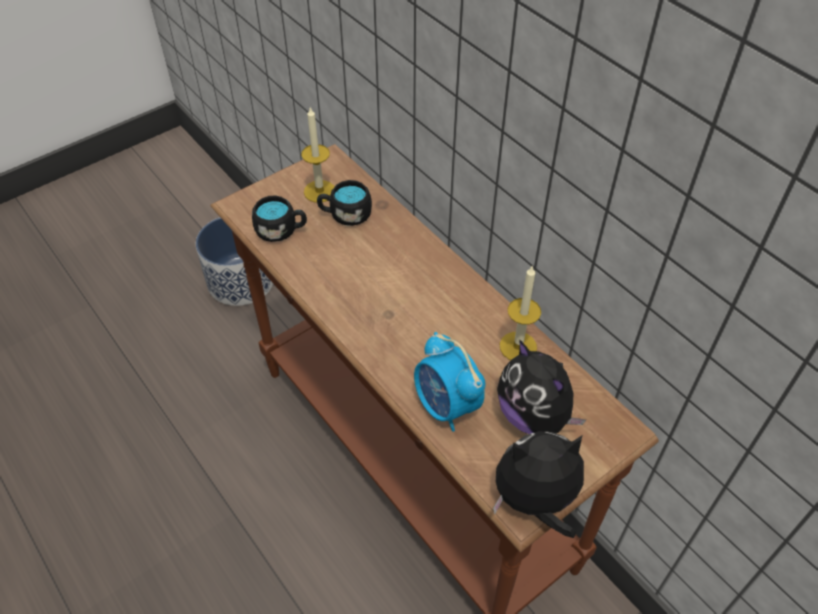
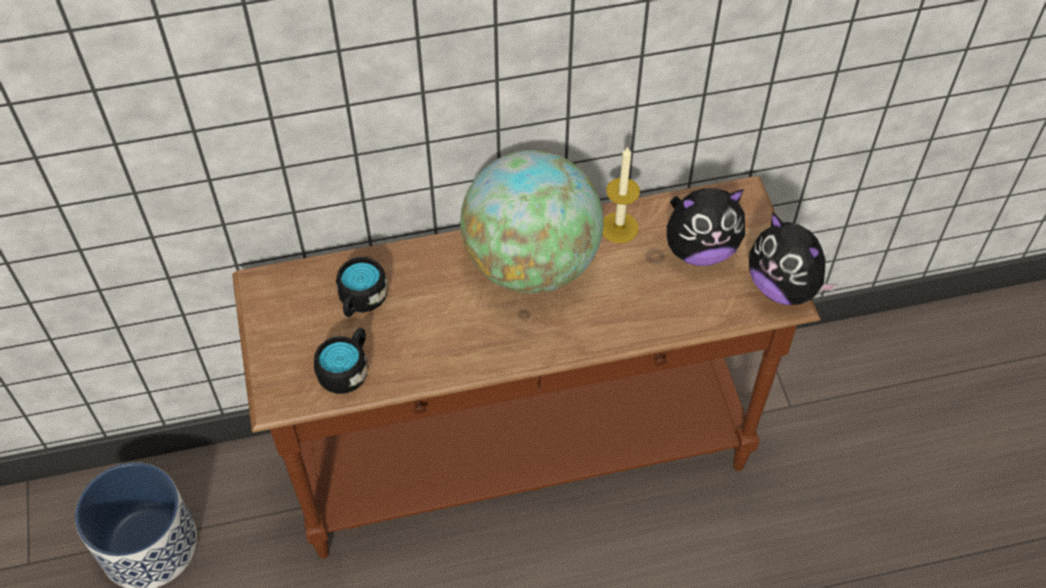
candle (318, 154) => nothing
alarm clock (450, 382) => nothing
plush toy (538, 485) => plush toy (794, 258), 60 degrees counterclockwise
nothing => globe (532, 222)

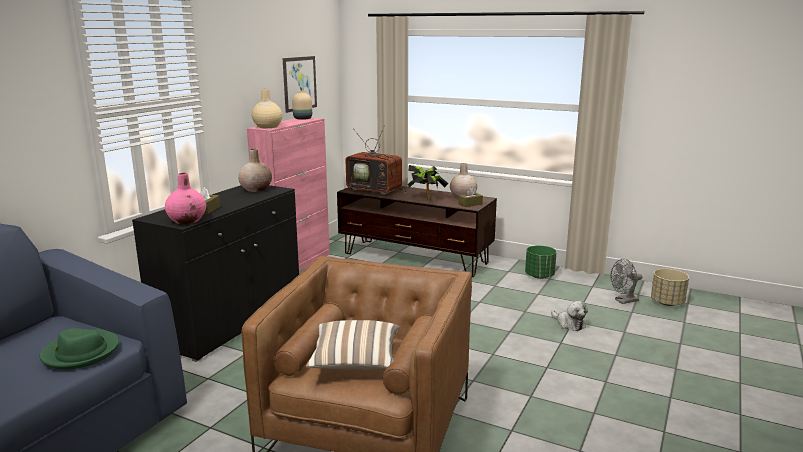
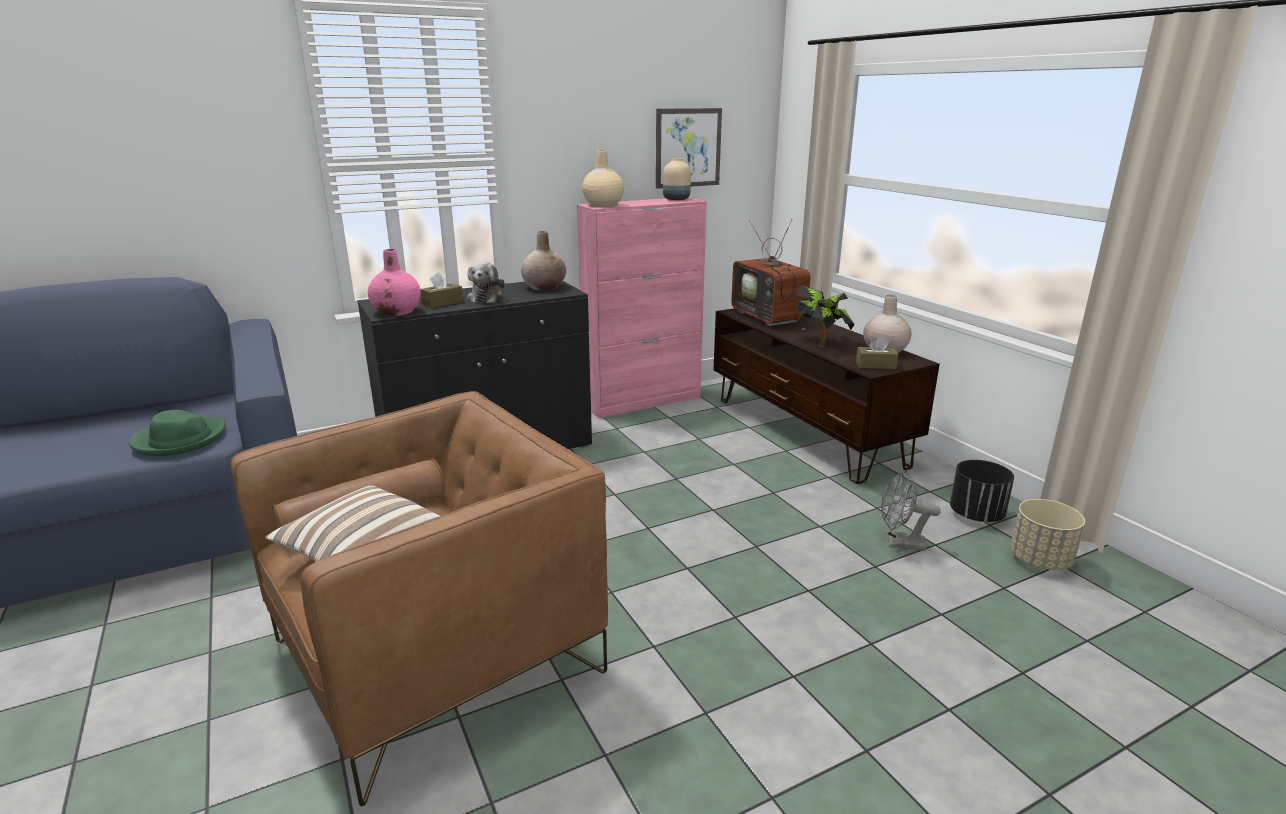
planter/green (541, 262) => planter/black (982, 491)
plush toy (569, 316) => plush toy (486, 282), move
fan/grey (626, 281) => fan/grey (911, 511), move
planter/beige (670, 287) => planter/beige (1047, 534), move

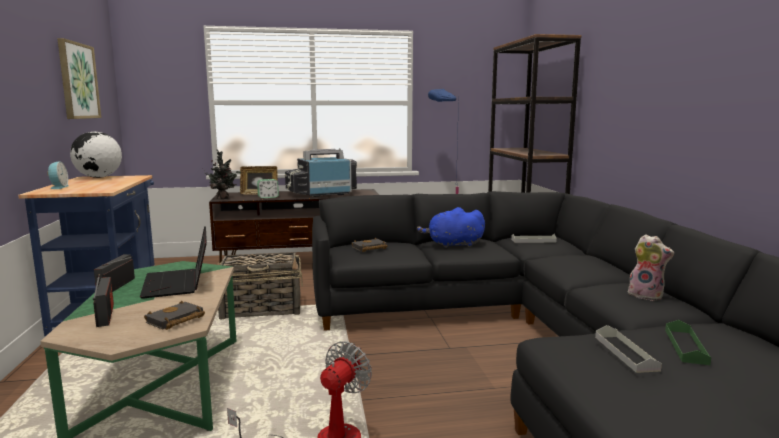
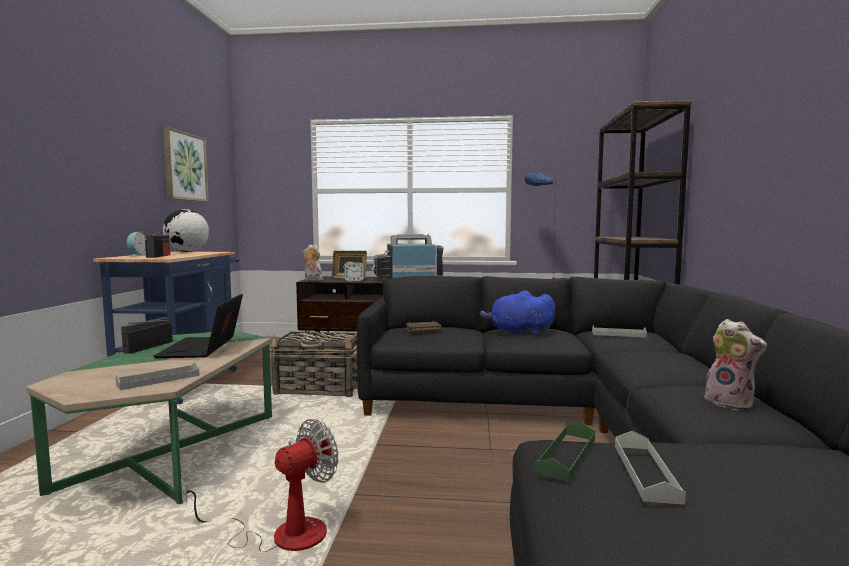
radio (103, 300) => radio (157, 245), move
book/black (174, 315) => tray/grey (157, 376)
potted plant (223, 174) => plush toy (312, 262)
tray/green (688, 342) => tray/green (565, 451), move

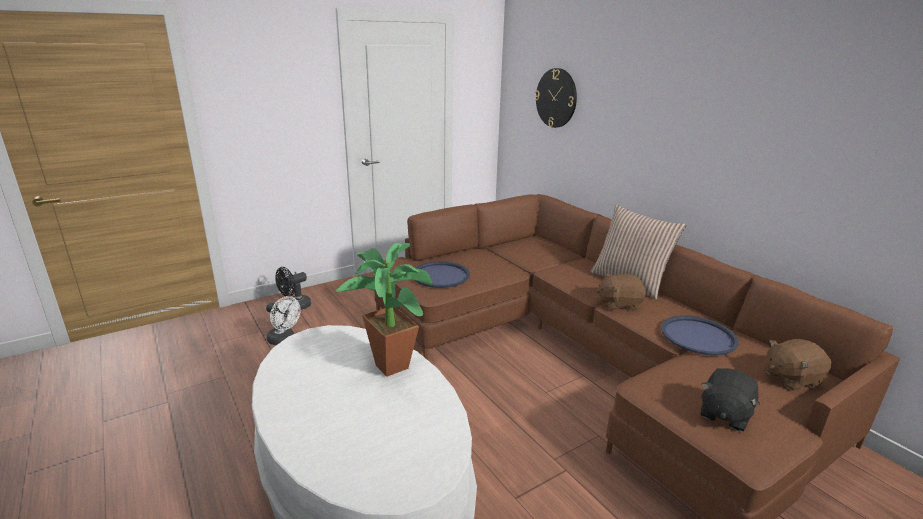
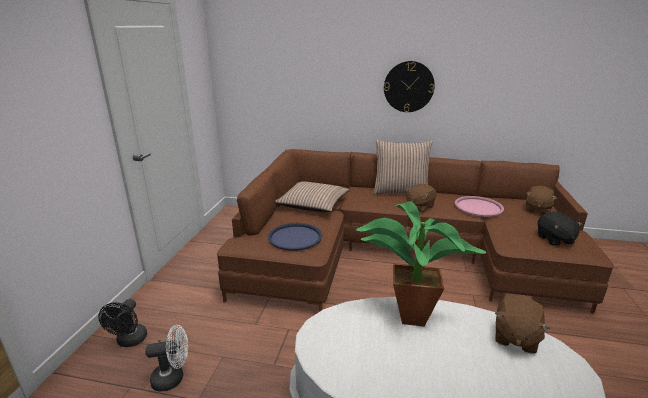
wall clock (556, 98) => wall clock (409, 86), move
tray/blue (700, 335) => tray/pink (479, 206)
nothing => pillow (312, 196)
nothing => plush toy/brown (522, 324)

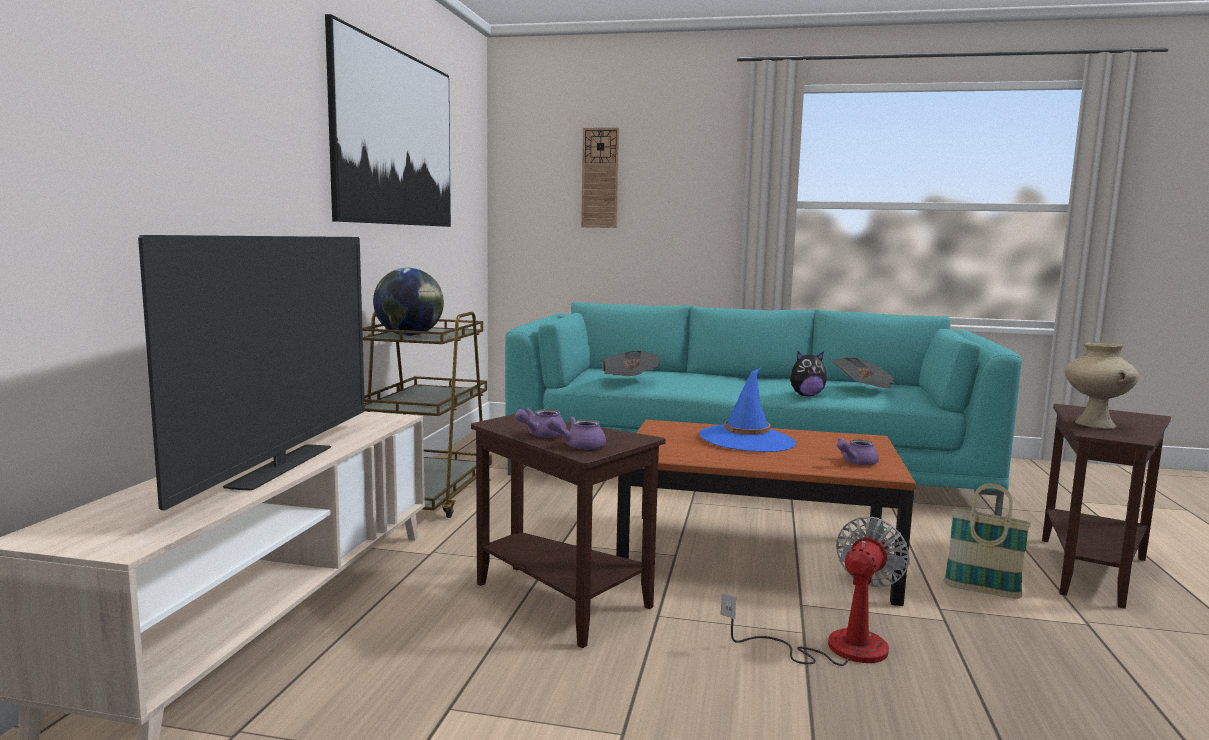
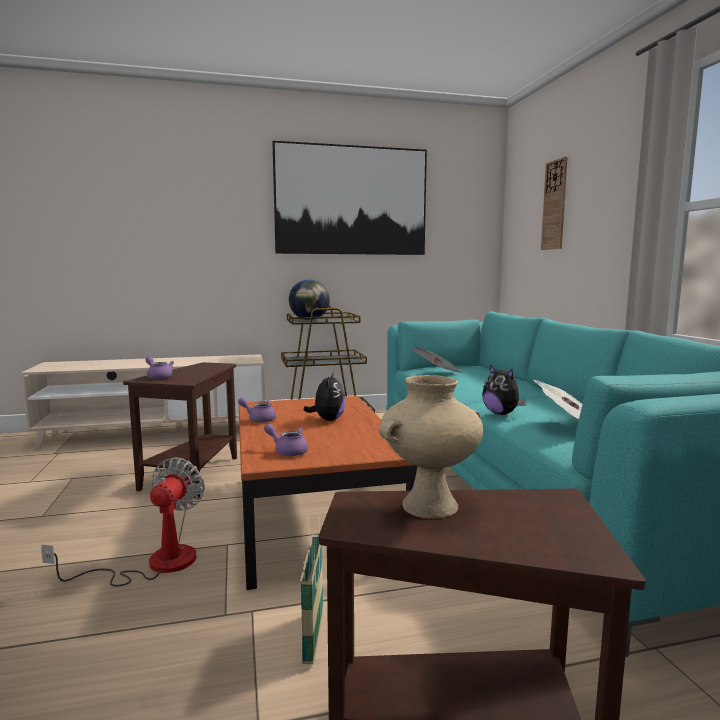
television (251, 372) => nothing
teapot/purple (541, 423) => teapot/purple (257, 410), move
hat/blue (747, 410) => plush toy (325, 396)
fan (815, 591) => fan (123, 522), 90 degrees counterclockwise

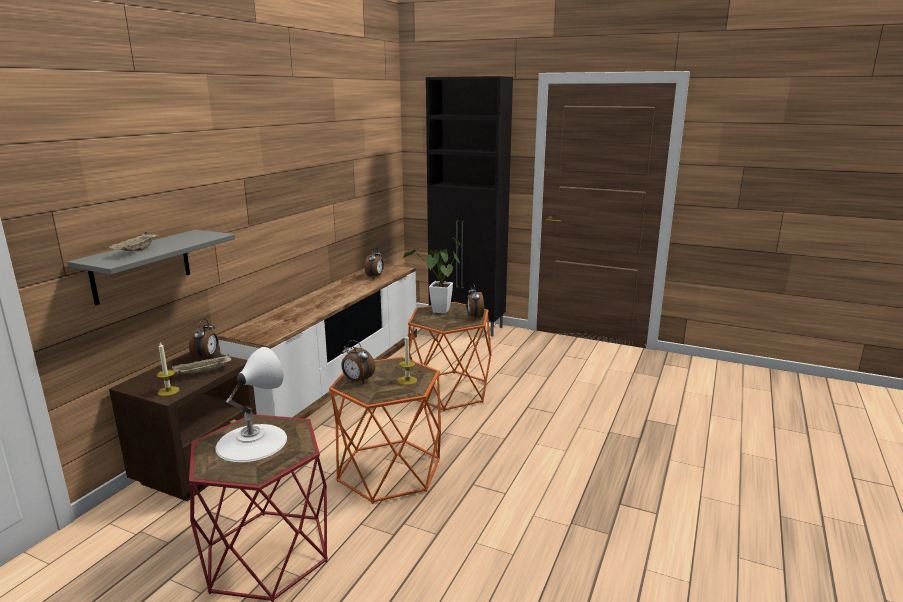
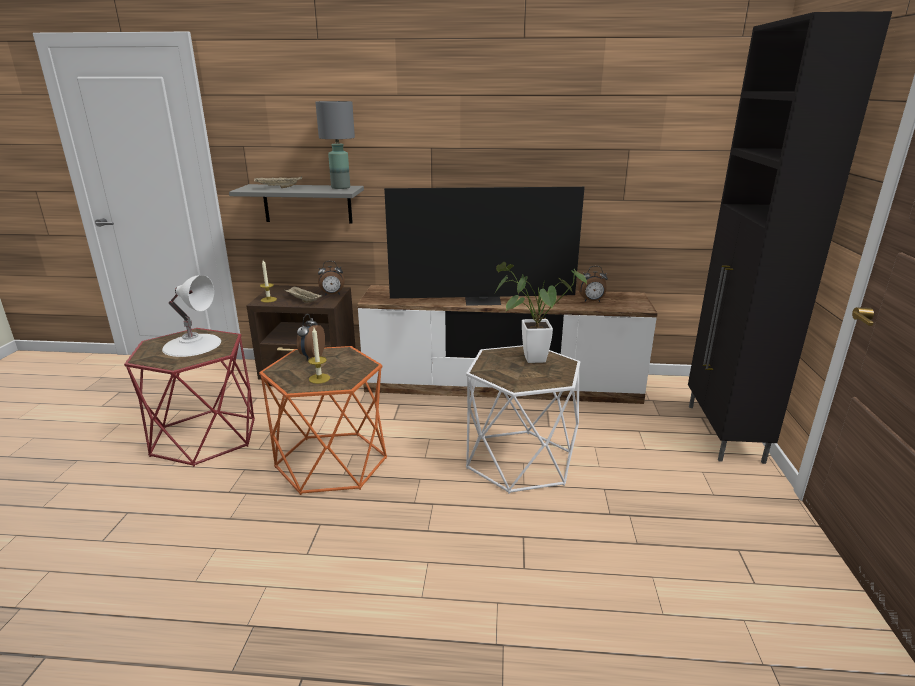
side table/orange (450, 357) => side table/white (523, 419)
alarm clock (475, 301) => nothing
nothing => table lamp/grey (335, 145)
nothing => television (484, 246)

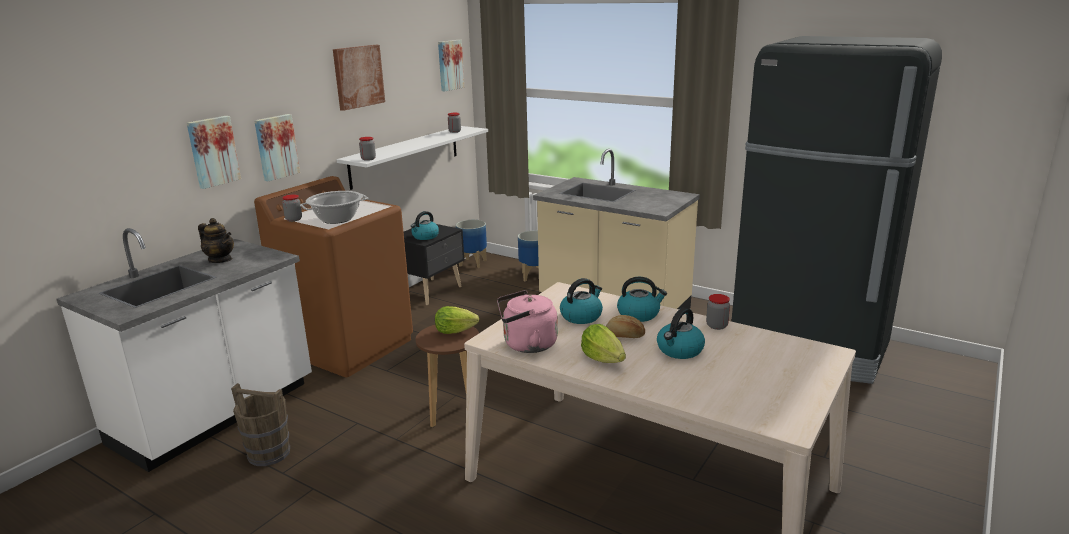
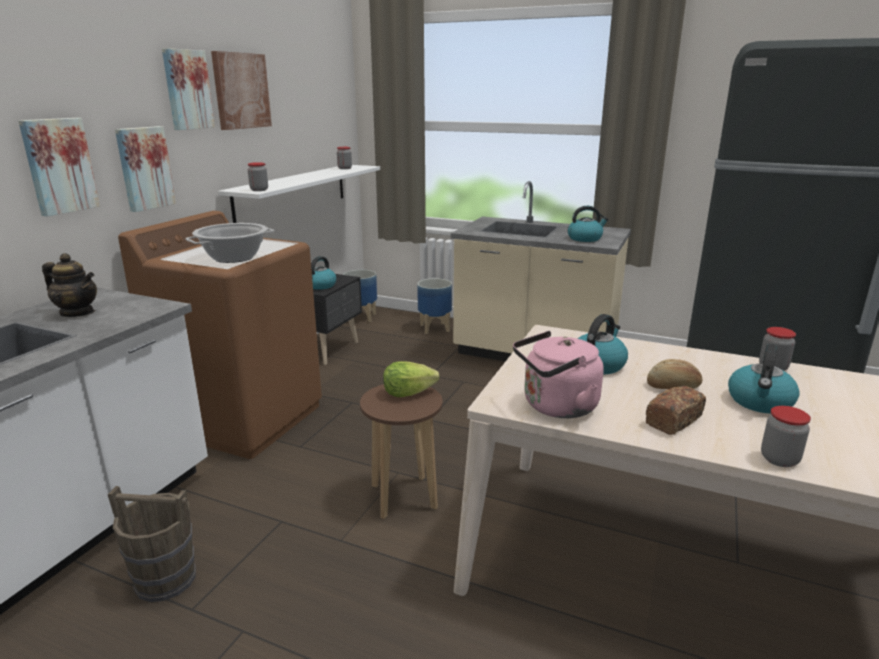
jar (292, 208) => jar (786, 436), move
picture (451, 65) => picture (188, 89), move
lettuce (603, 343) => bread (676, 410)
kettle (642, 299) => kettle (588, 224), move

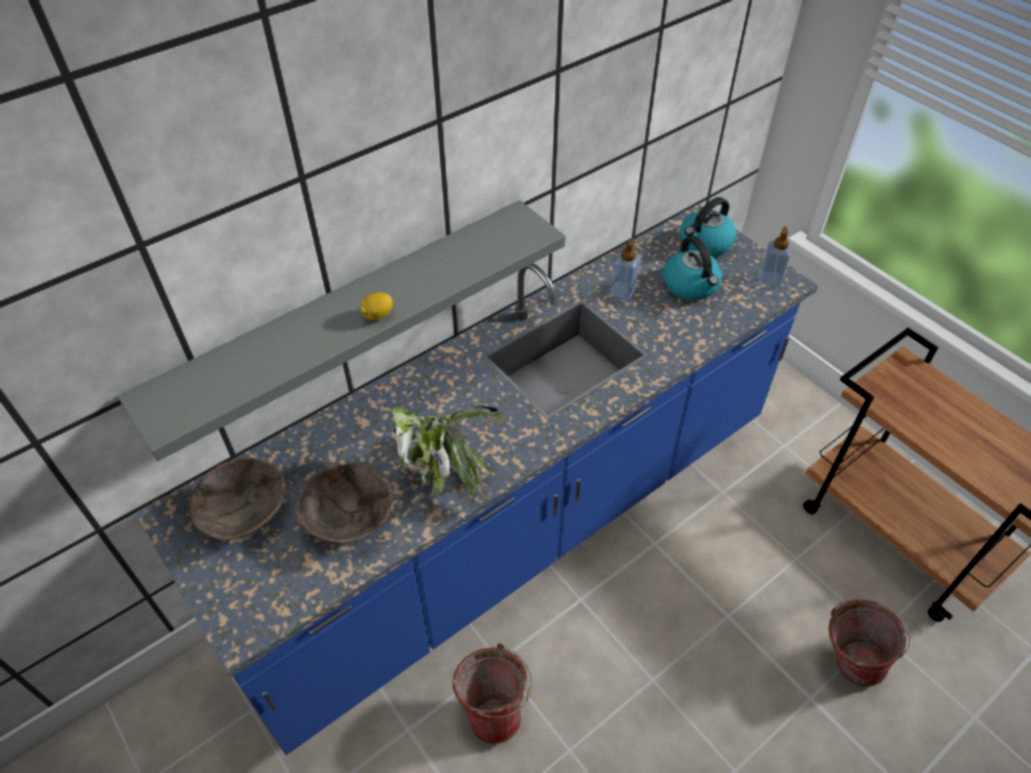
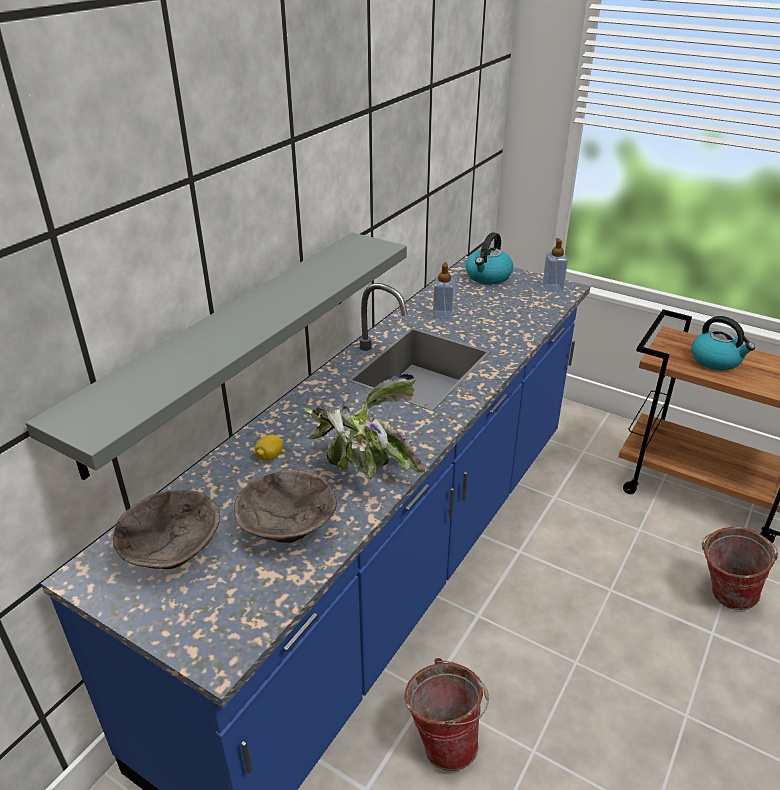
lemon (377, 306) => lemon (269, 448), move
kettle (692, 268) => kettle (723, 343), move

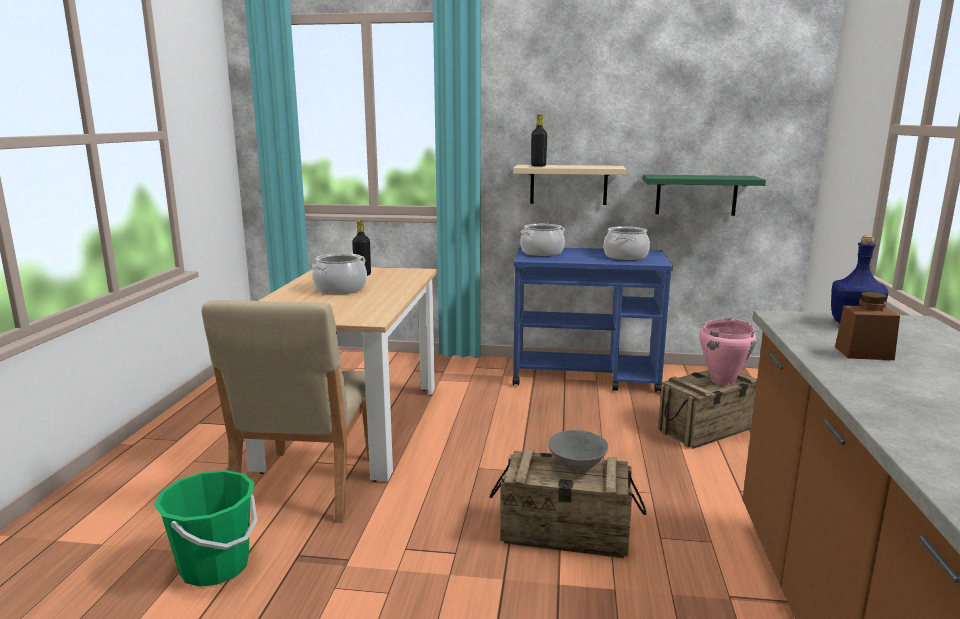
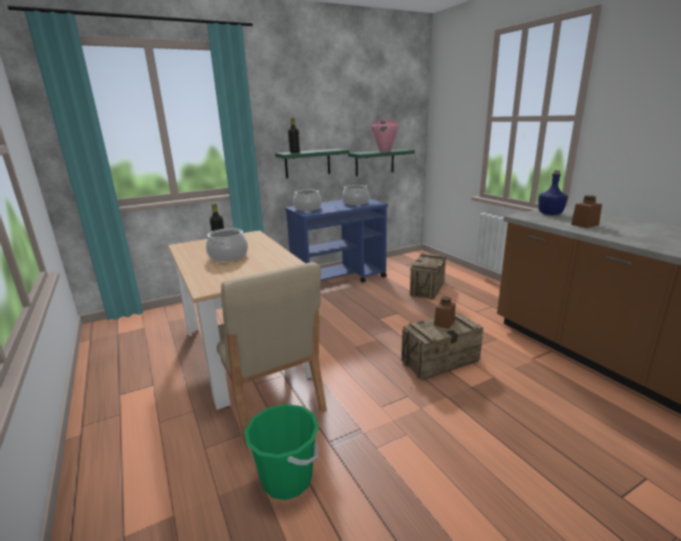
shelf/beige (569, 185) => shelf/green (312, 163)
bowl/grey (578, 451) => jar/brown (445, 312)
cooking pot/pink (727, 351) => cooking pot/pink (385, 136), move

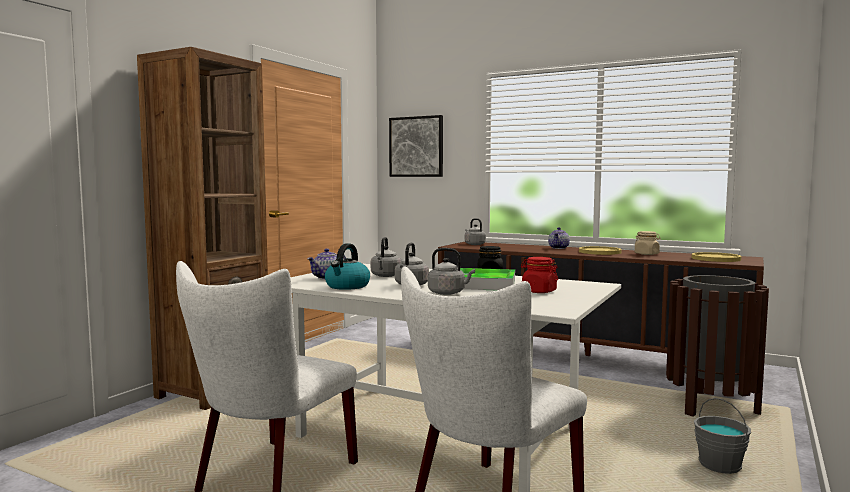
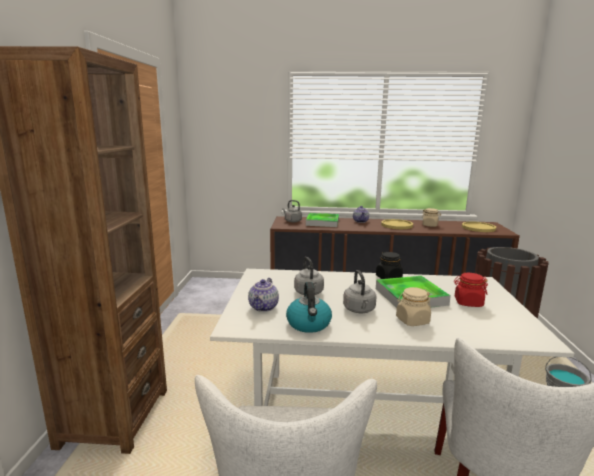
picture (416, 146) => nothing
kettle/grey (451, 271) => jar/beige (413, 306)
nothing => tray (322, 220)

